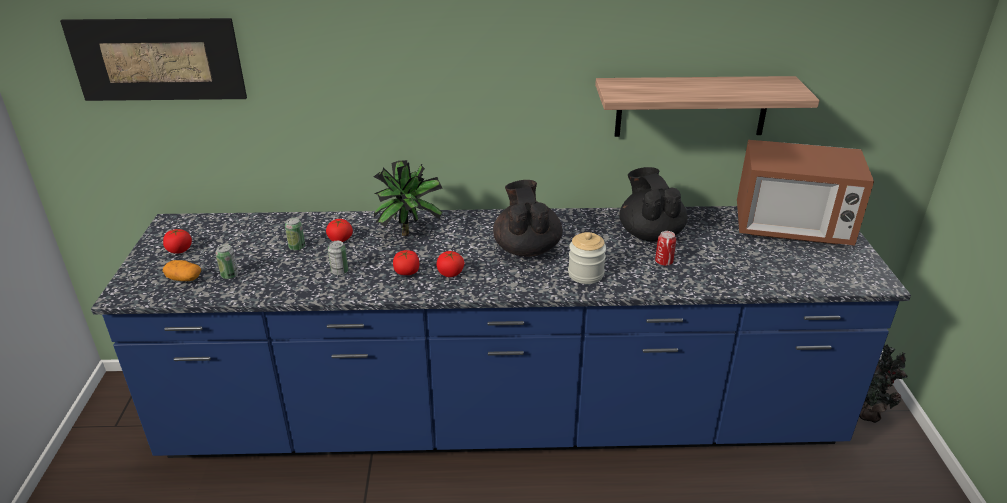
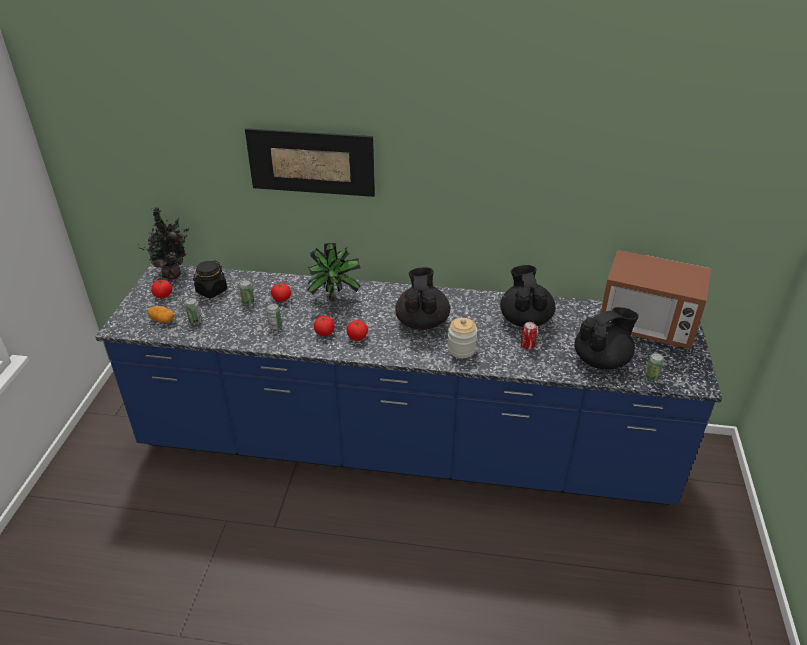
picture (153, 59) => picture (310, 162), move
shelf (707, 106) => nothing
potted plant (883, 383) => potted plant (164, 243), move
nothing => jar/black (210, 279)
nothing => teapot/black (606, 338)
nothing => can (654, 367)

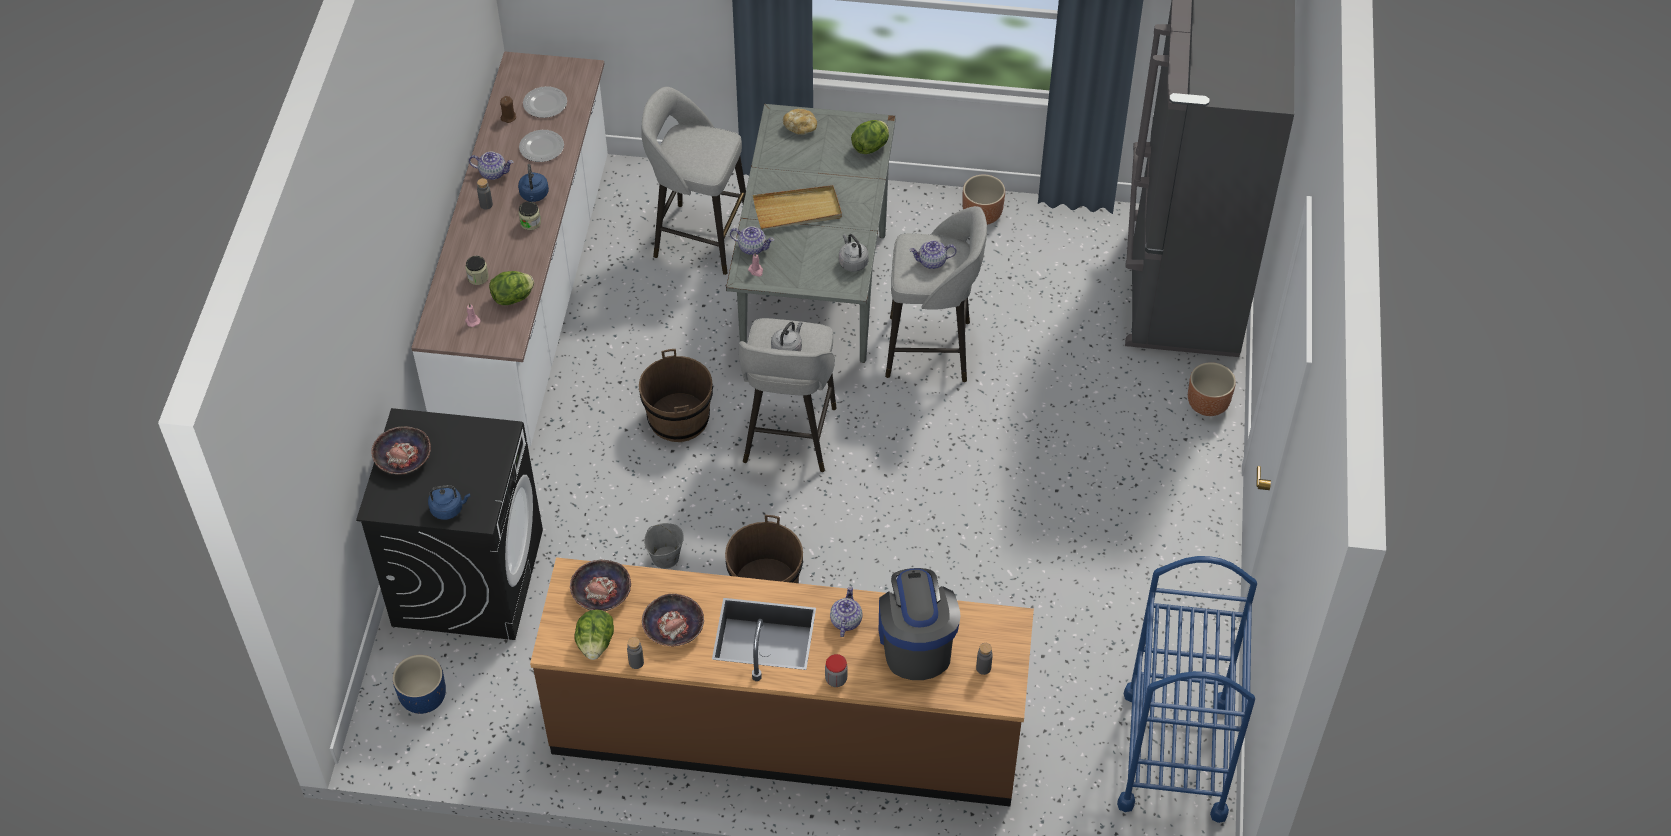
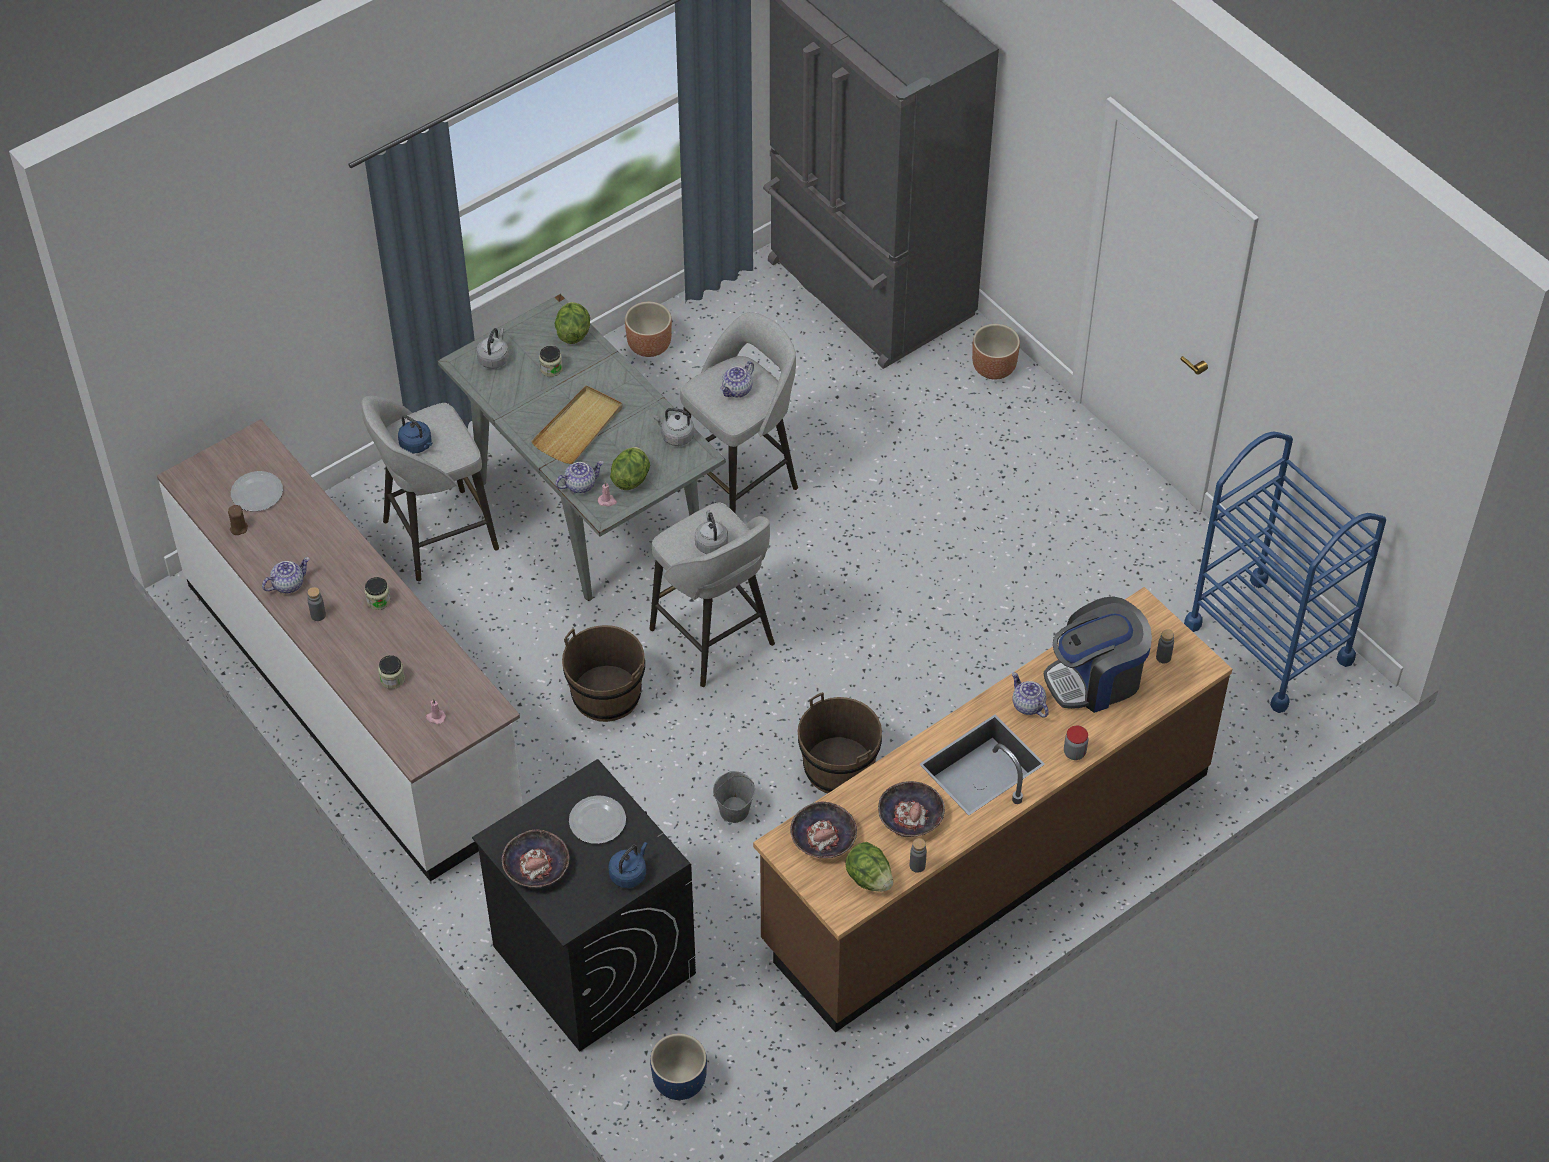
lettuce (511, 288) => lettuce (630, 468), move
kettle/blue (533, 183) => kettle/blue (415, 434), move
plate (541, 146) => plate (597, 819), move
bread (800, 122) => kettle/grey (492, 348)
coffee machine (920, 624) => coffee machine (1098, 654), 60 degrees counterclockwise
nothing => jar (551, 361)

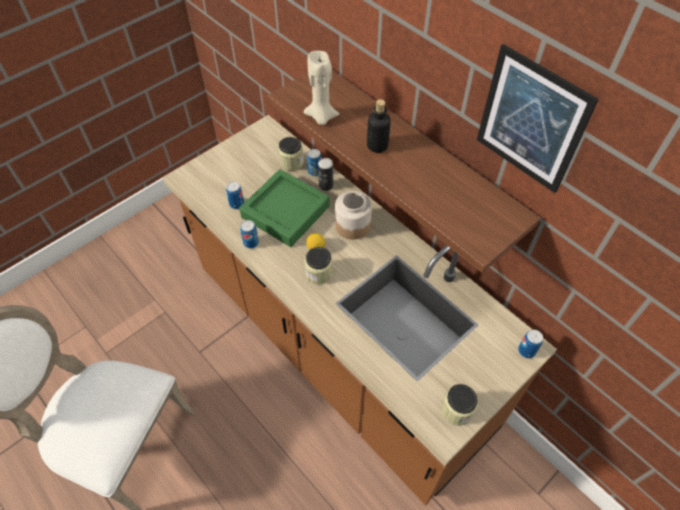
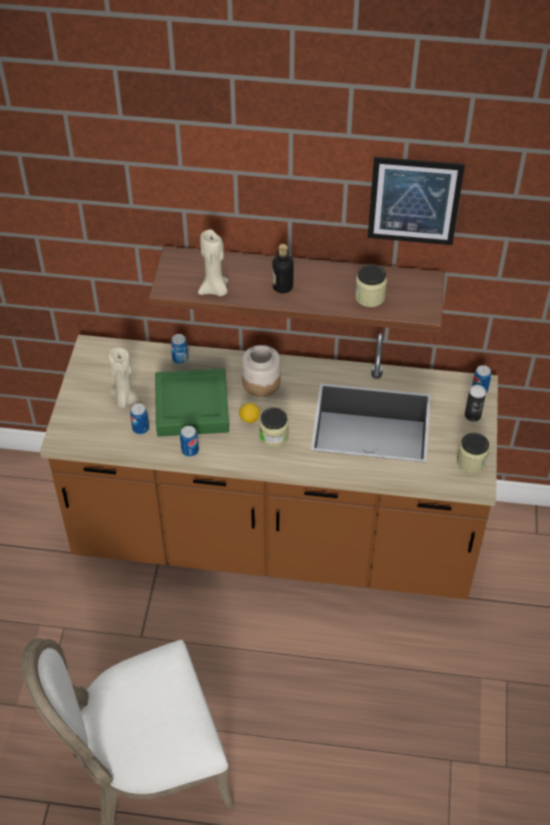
jar (291, 154) => jar (371, 285), move
can (325, 174) => can (475, 403), move
nothing => candle/beige (124, 378)

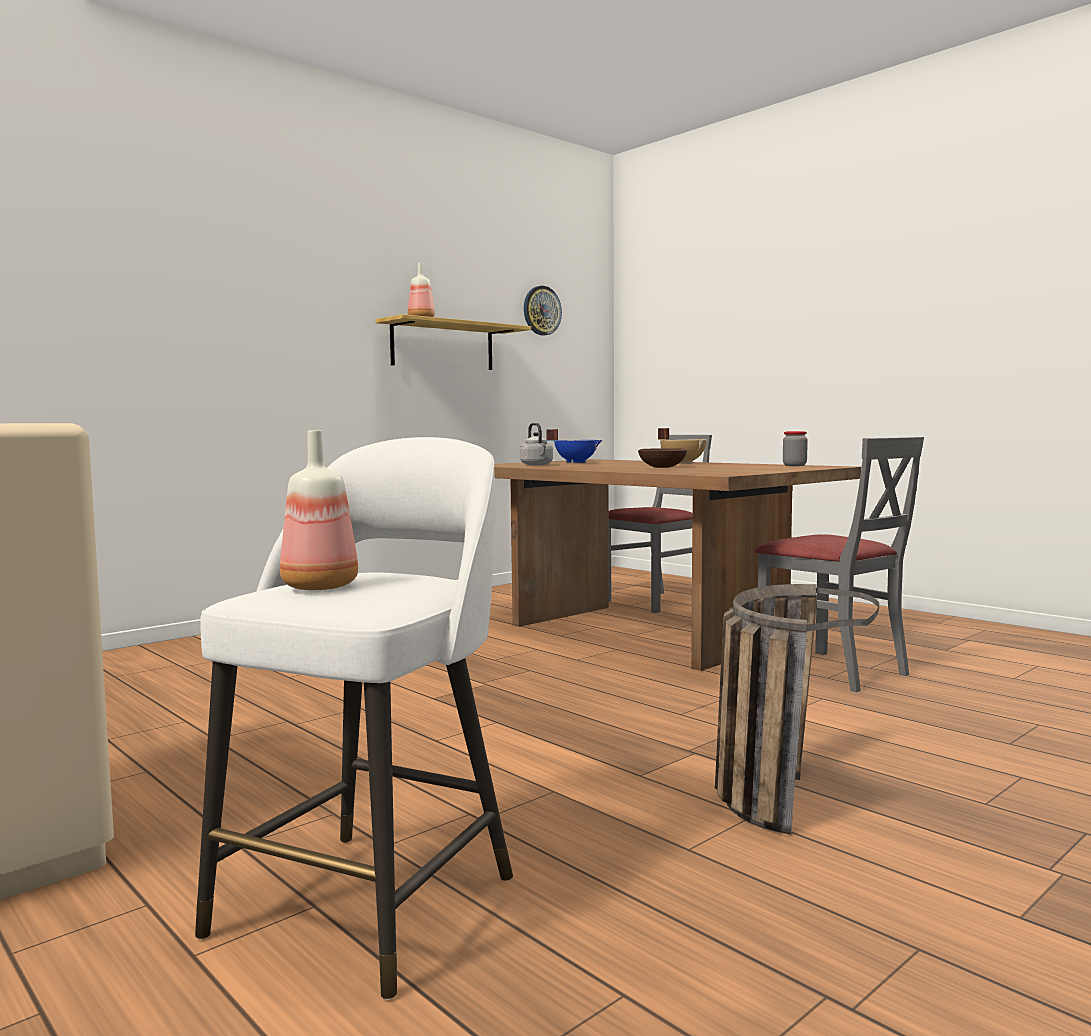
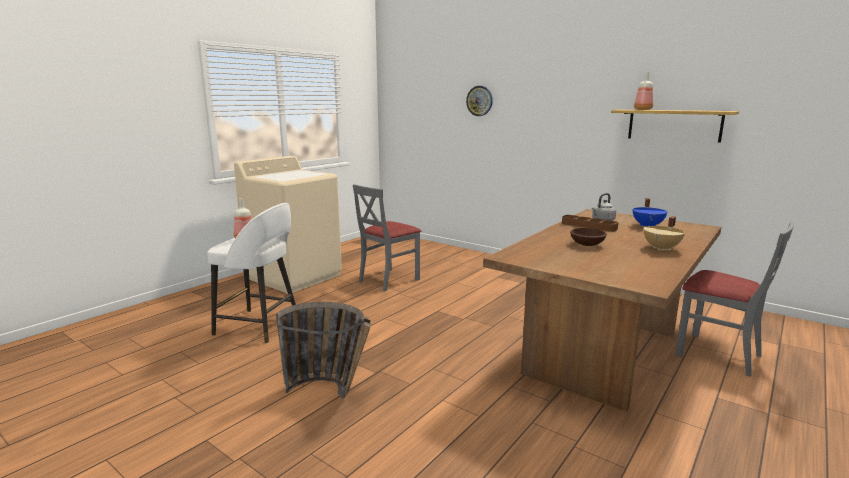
wall clock (543, 311) => wall clock (479, 101), move
chair/grey (839, 564) => chair/grey (387, 237), move
jar (795, 448) => nothing
nothing => tray/brown (590, 223)

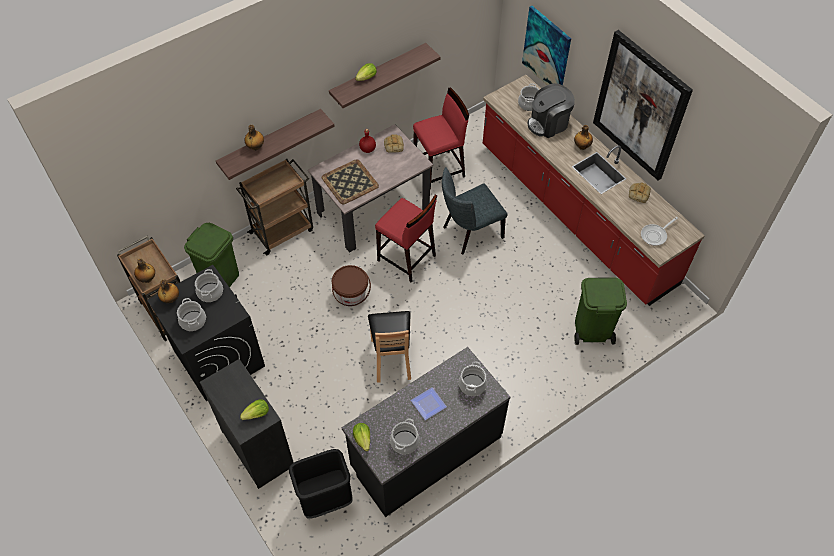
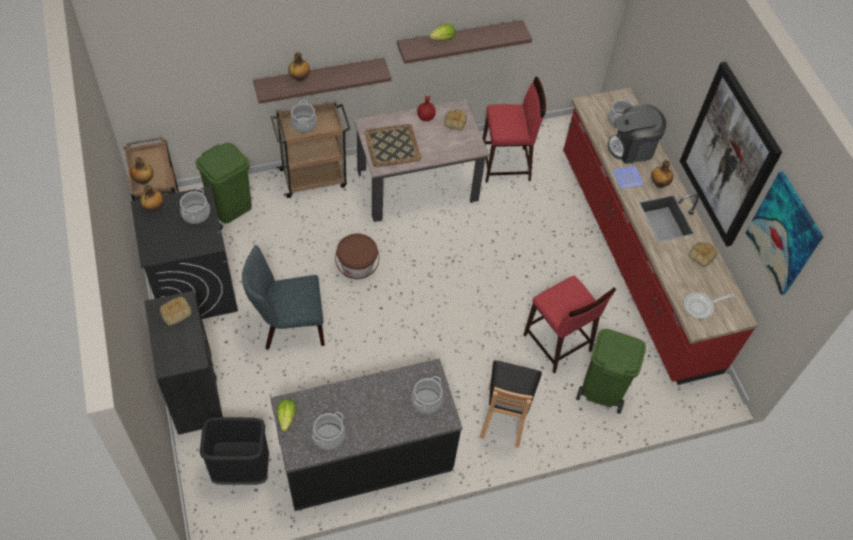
cooking pot (191, 314) => cooking pot (303, 116), move
lettuce (254, 409) => nothing
chair/brown (389, 346) => chair/brown (511, 404), move
stool/red (406, 238) => stool/red (569, 324), move
plate (429, 403) => plate (628, 177), move
chair/grey (474, 210) => chair/grey (283, 297), move
picture (546, 45) => picture (784, 233), move
nothing => bread (175, 311)

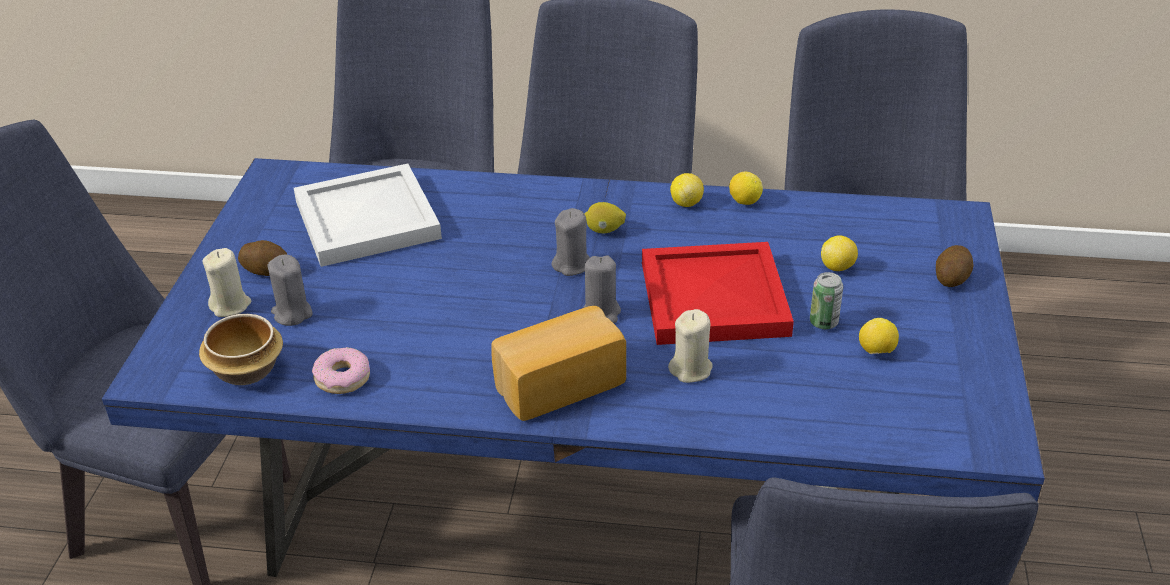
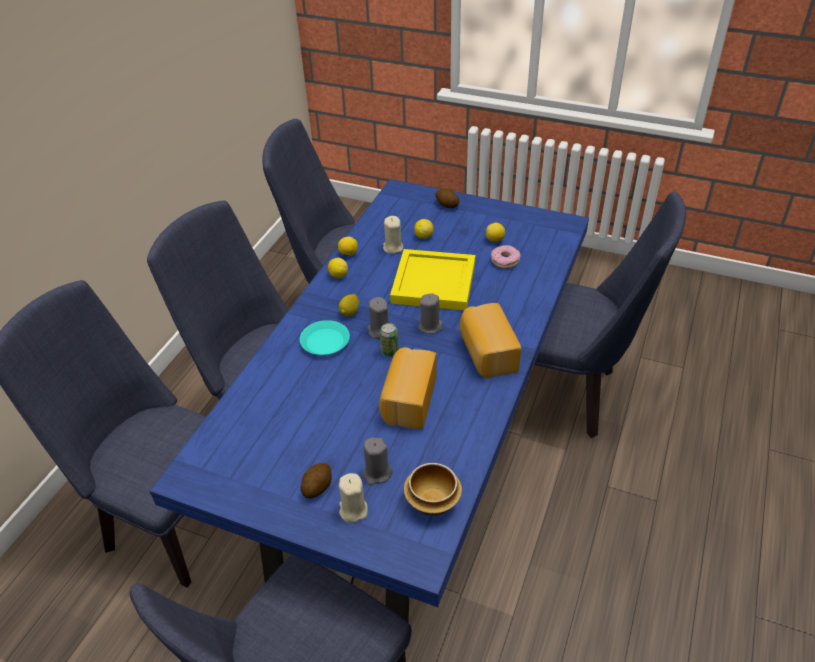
tray/white (368, 215) => nothing
donut (341, 370) => donut (506, 257), move
tray/red (718, 293) => tray/yellow (432, 279)
candle/beige (690, 346) => candle/beige (393, 235), move
can (826, 300) => can (389, 340), move
nothing => plate/turquoise (325, 337)
nothing => bread (408, 388)

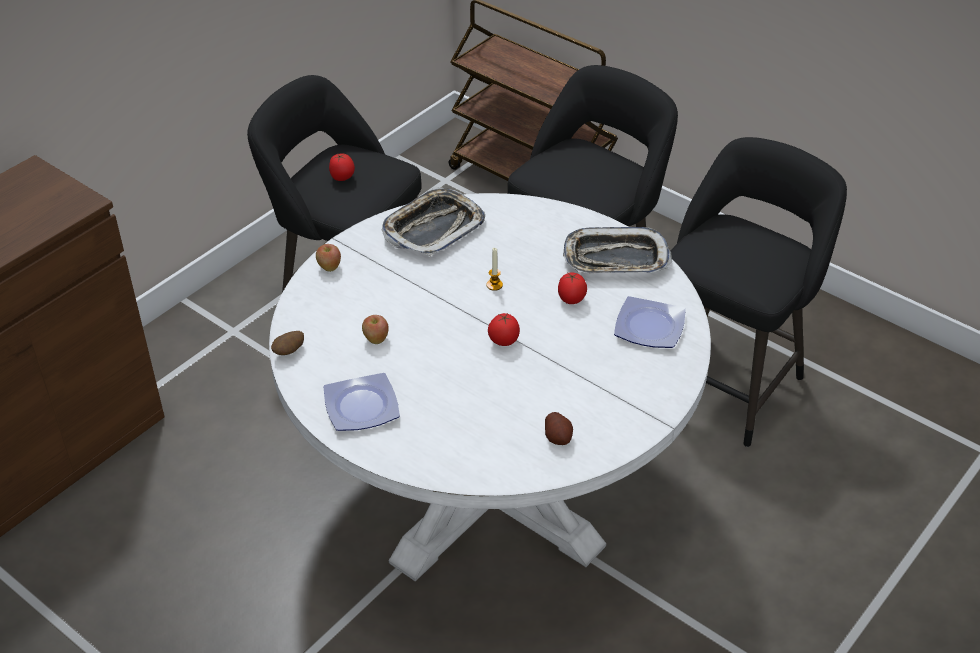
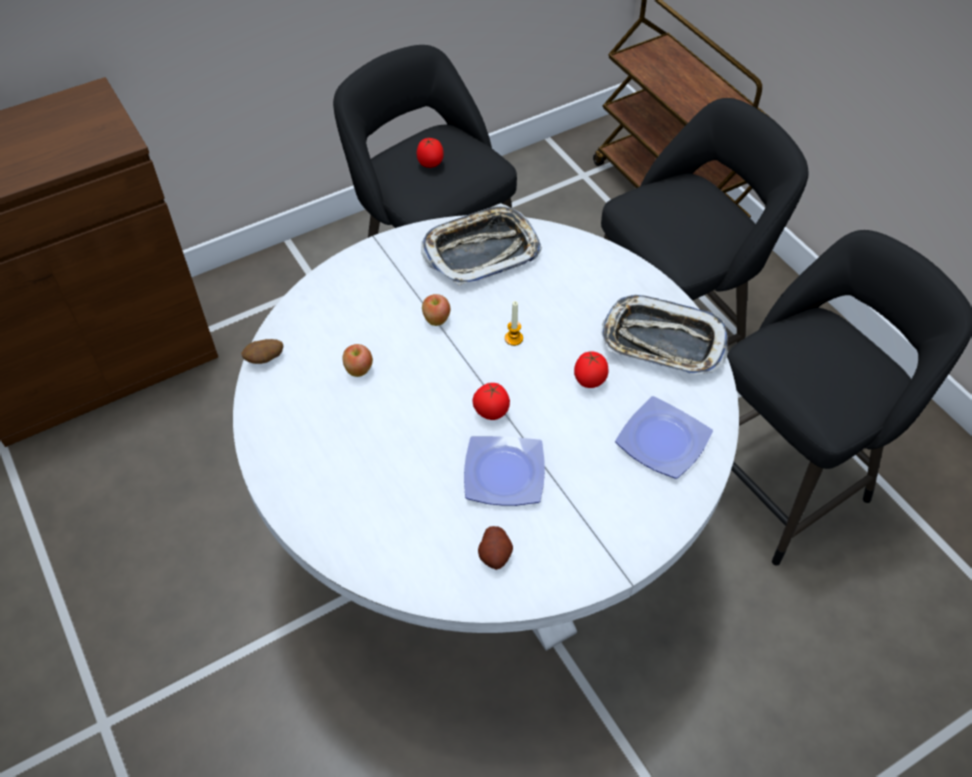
apple (328, 258) => apple (436, 310), move
plate (361, 402) => plate (504, 471), move

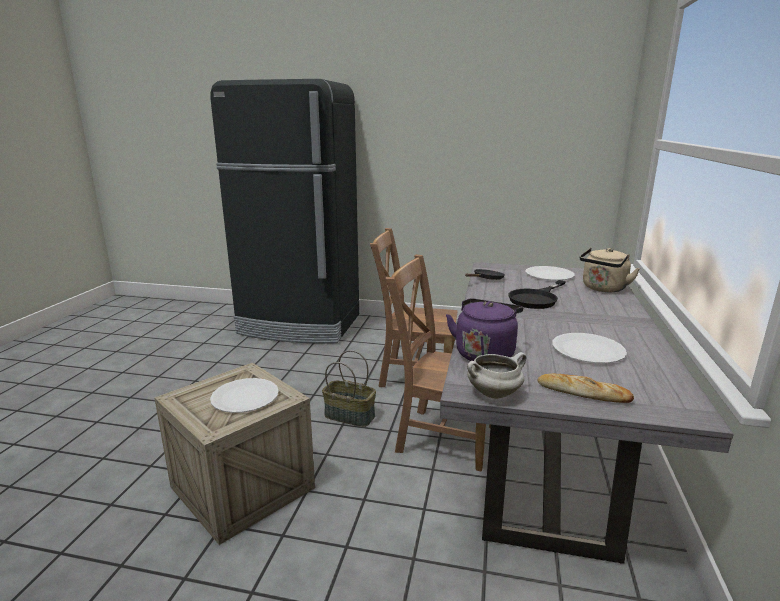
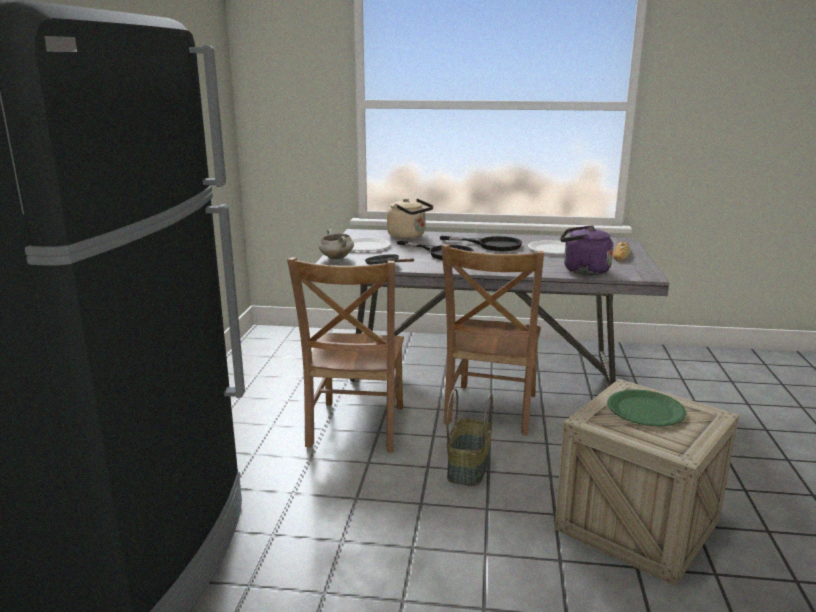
plate/white (244, 395) => plate/green (647, 408)
cooking pot/white (496, 375) => cooking pot/white (336, 244), move
nothing => frying pan/black (481, 243)

